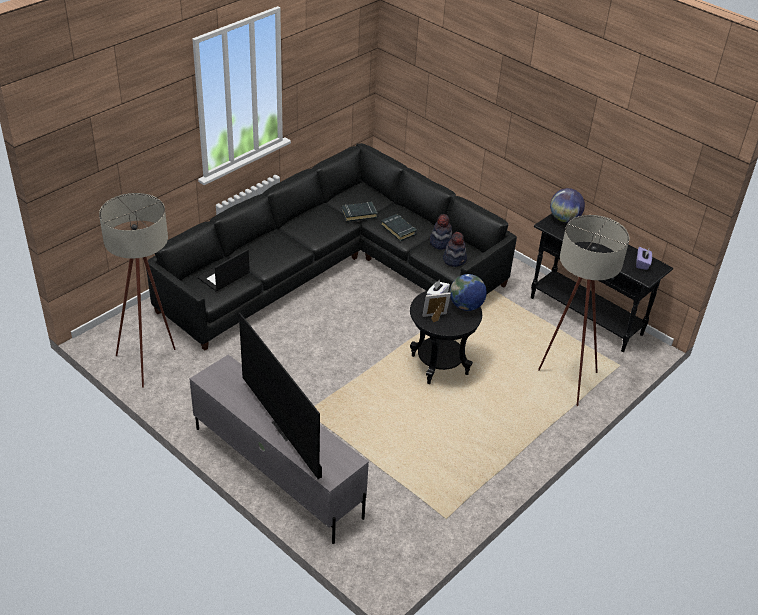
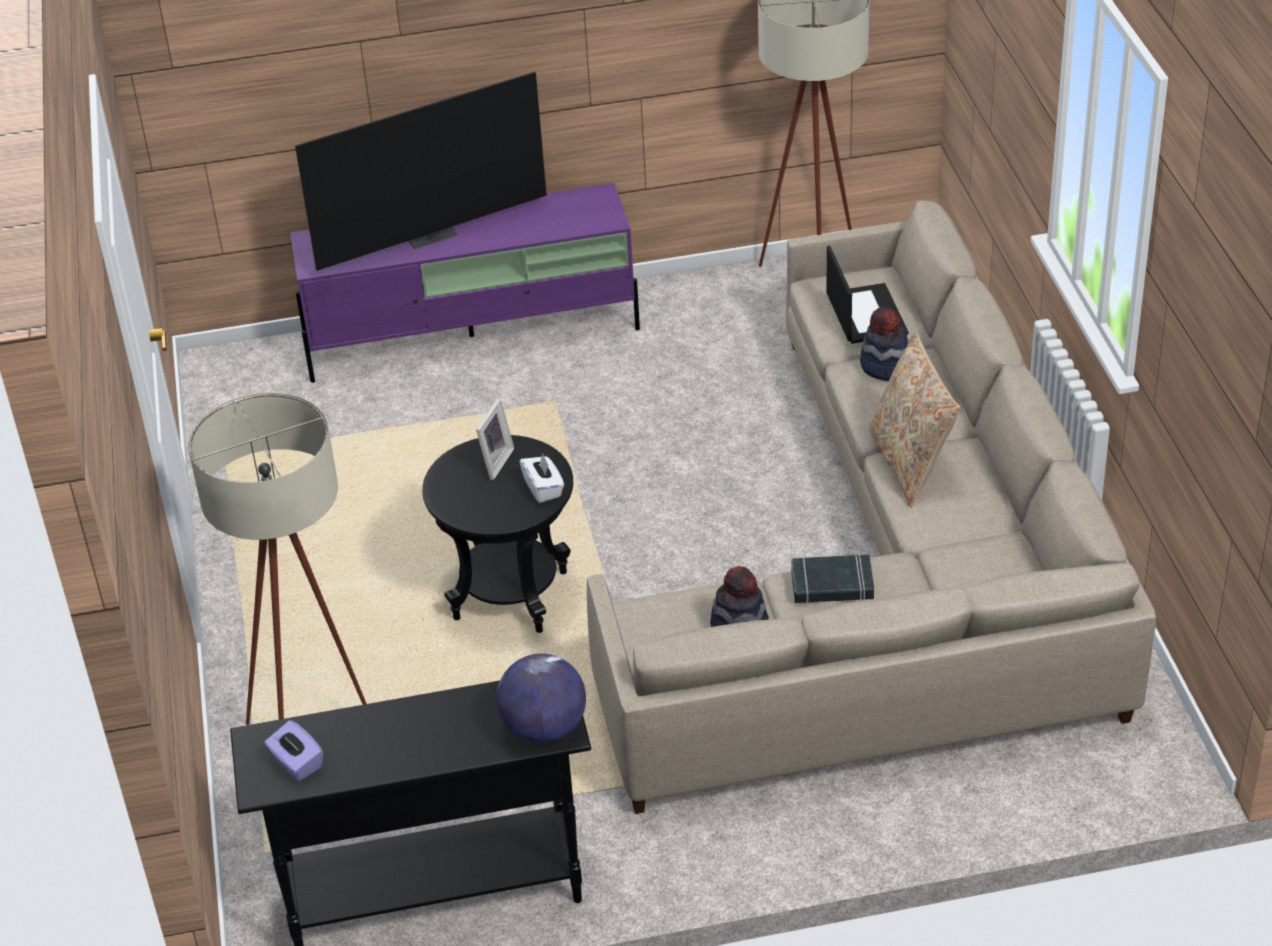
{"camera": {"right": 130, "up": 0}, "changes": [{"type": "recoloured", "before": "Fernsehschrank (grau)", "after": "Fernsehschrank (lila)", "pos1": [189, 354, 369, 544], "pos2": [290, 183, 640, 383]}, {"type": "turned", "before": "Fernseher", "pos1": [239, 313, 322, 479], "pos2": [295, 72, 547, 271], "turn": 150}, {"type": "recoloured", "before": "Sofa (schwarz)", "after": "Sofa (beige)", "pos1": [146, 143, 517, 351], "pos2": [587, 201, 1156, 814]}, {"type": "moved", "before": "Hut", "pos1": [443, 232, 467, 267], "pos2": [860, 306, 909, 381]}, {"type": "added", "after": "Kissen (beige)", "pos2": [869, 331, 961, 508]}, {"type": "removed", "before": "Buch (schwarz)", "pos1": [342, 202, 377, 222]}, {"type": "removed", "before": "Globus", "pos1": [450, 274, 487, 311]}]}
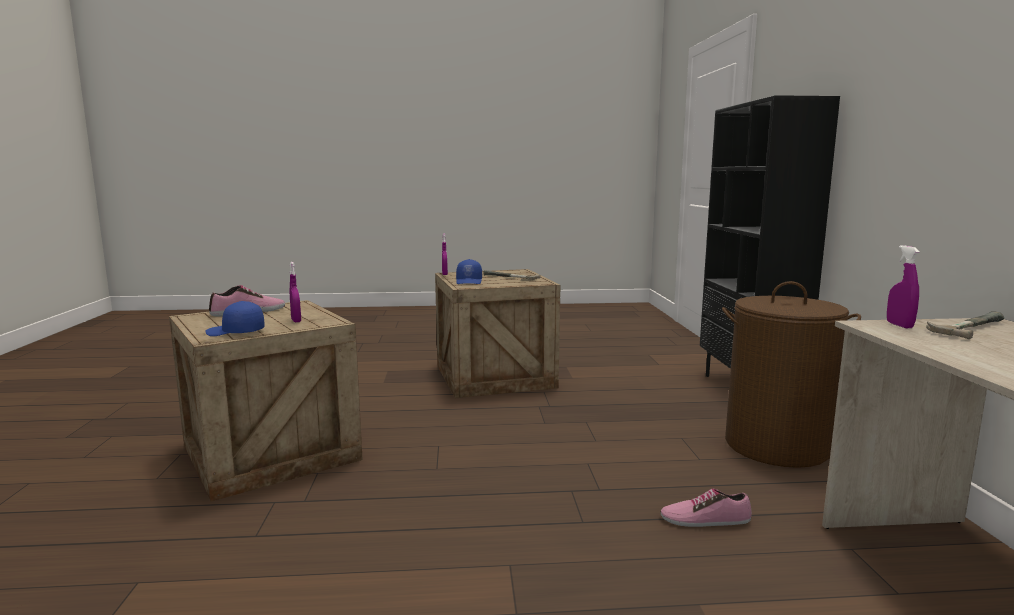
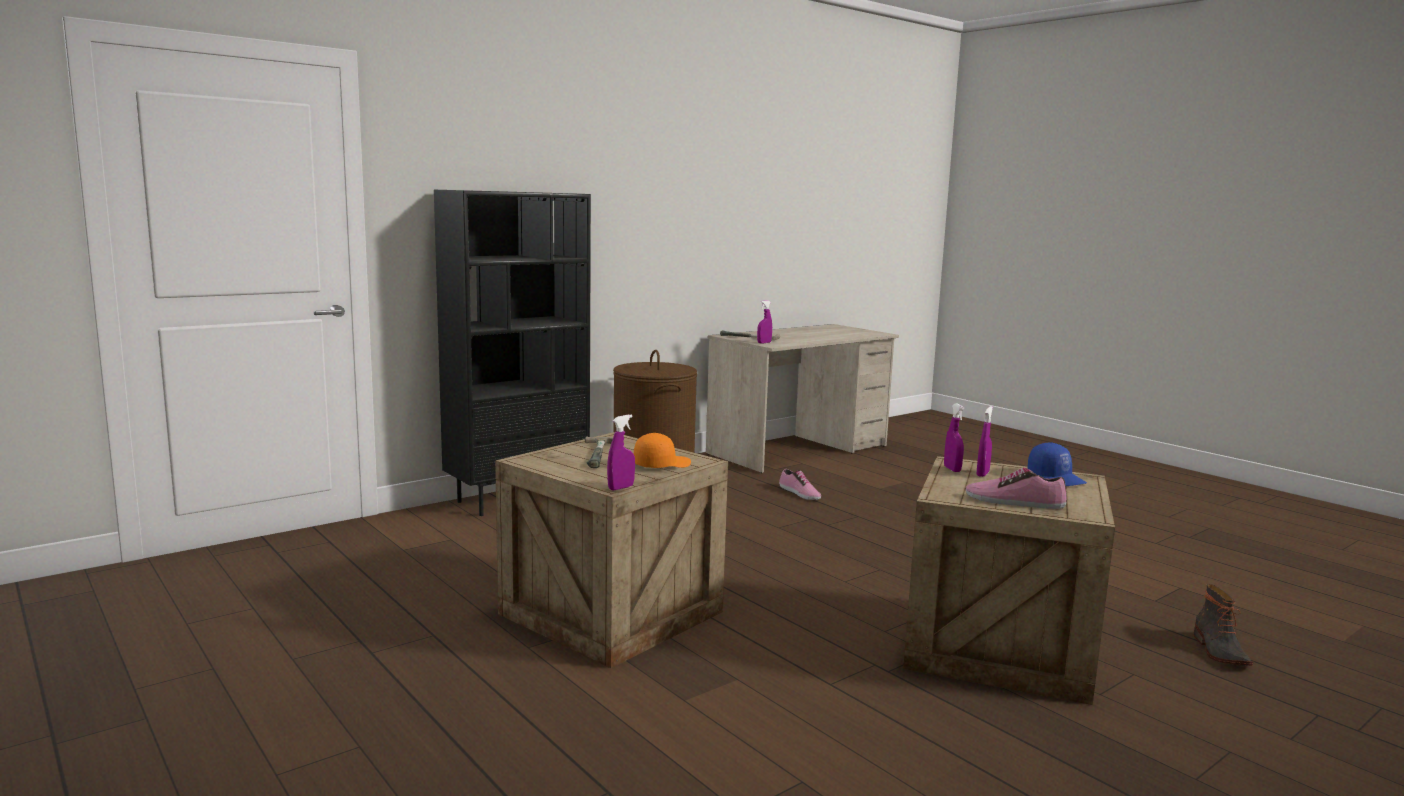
{"camera": {"right": -125, "up": 0}, "changes": [{"type": "recoloured", "before": "Kappe (blau)", "after": "Kappe (orange)", "pos1": [456, 259, 482, 284], "pos2": [634, 433, 691, 468]}, {"type": "added", "after": "Sprühflasche (lila)", "pos2": [944, 403, 964, 472]}, {"type": "added", "after": "Stiefel", "pos2": [1193, 584, 1253, 666]}]}
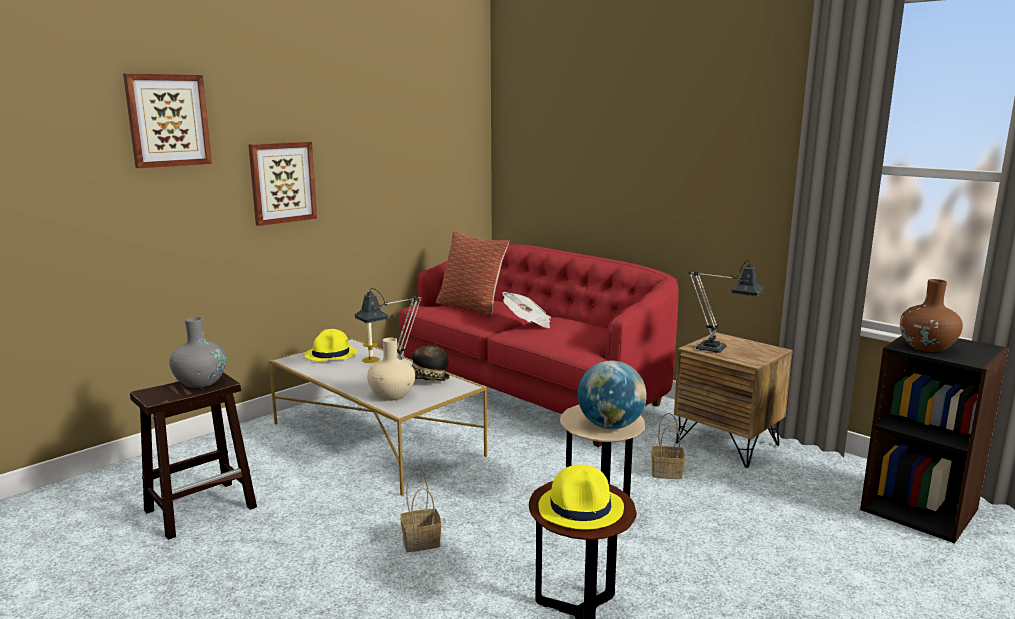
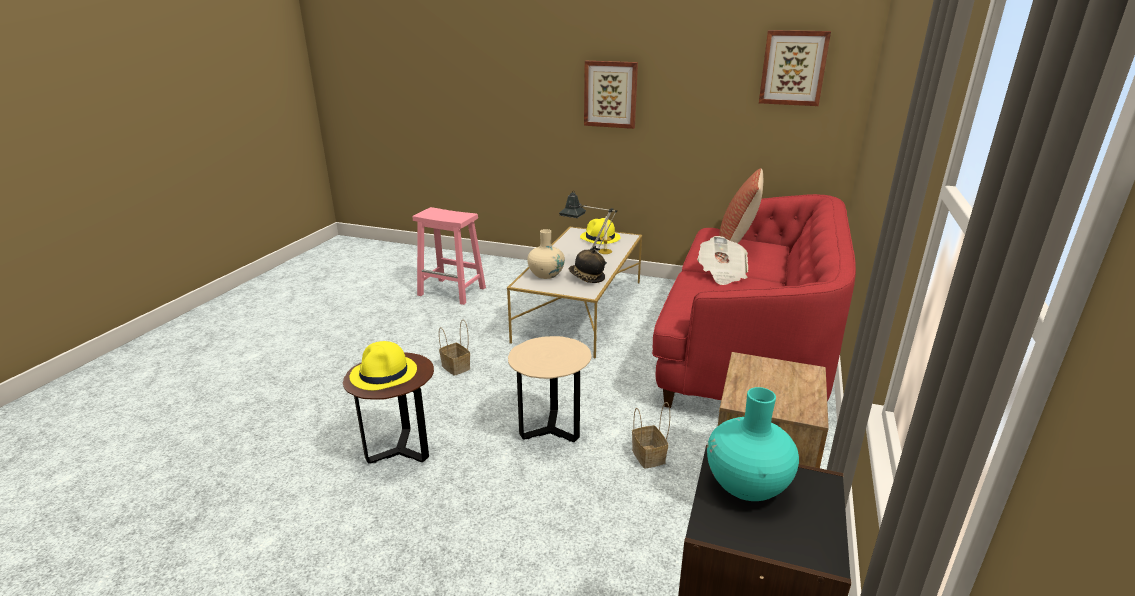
{"camera": {"right": 65, "up": 10}, "changes": [{"type": "recoloured", "before": "Hocker (braun)", "after": "Hocker (rosa)", "pos1": [130, 372, 257, 540], "pos2": [413, 207, 486, 305]}, {"type": "recoloured", "before": "Vase (braun)", "after": "Vase (türkis)", "pos1": [900, 279, 963, 352], "pos2": [707, 387, 799, 501]}, {"type": "moved", "before": "Bild", "pos1": [123, 73, 212, 168], "pos2": [759, 30, 831, 106]}, {"type": "removed", "before": "Vase (grau)", "pos1": [169, 317, 227, 388]}, {"type": "removed", "before": "Globus", "pos1": [578, 361, 647, 429]}, {"type": "removed", "before": "Tischlampe", "pos1": [689, 260, 764, 353]}]}
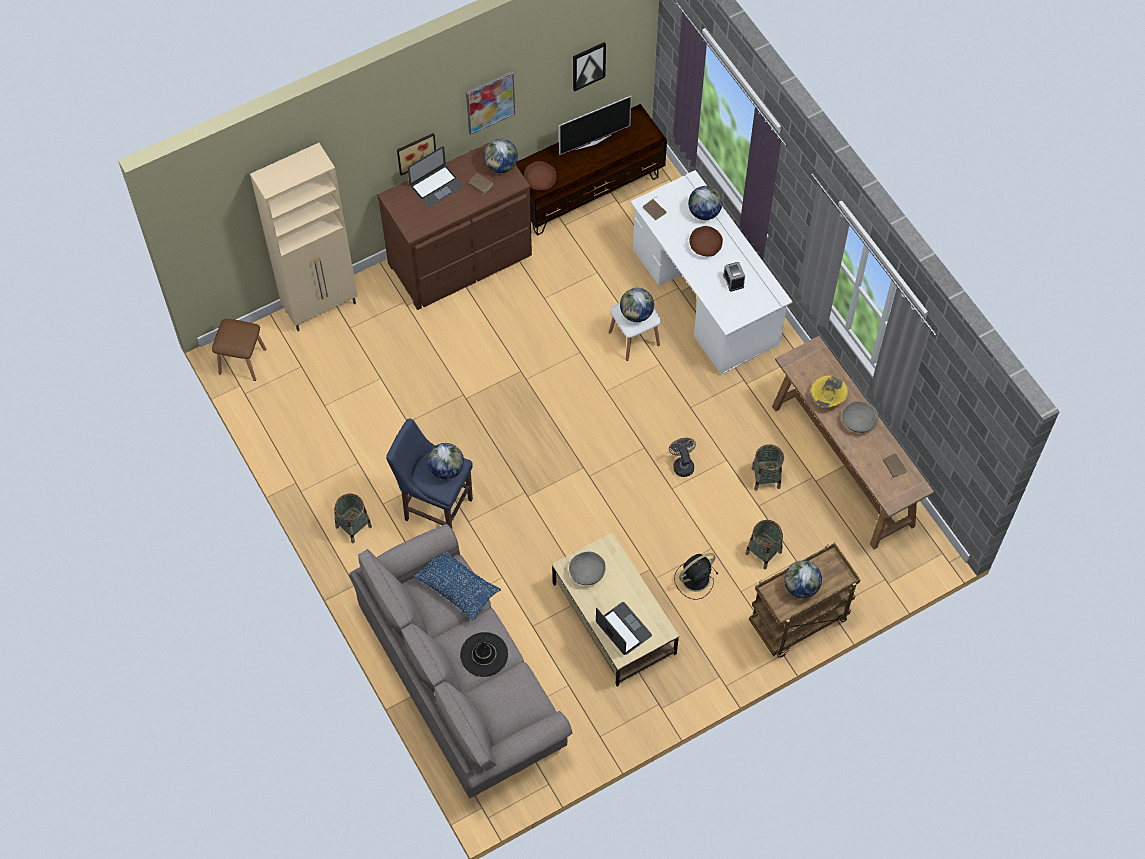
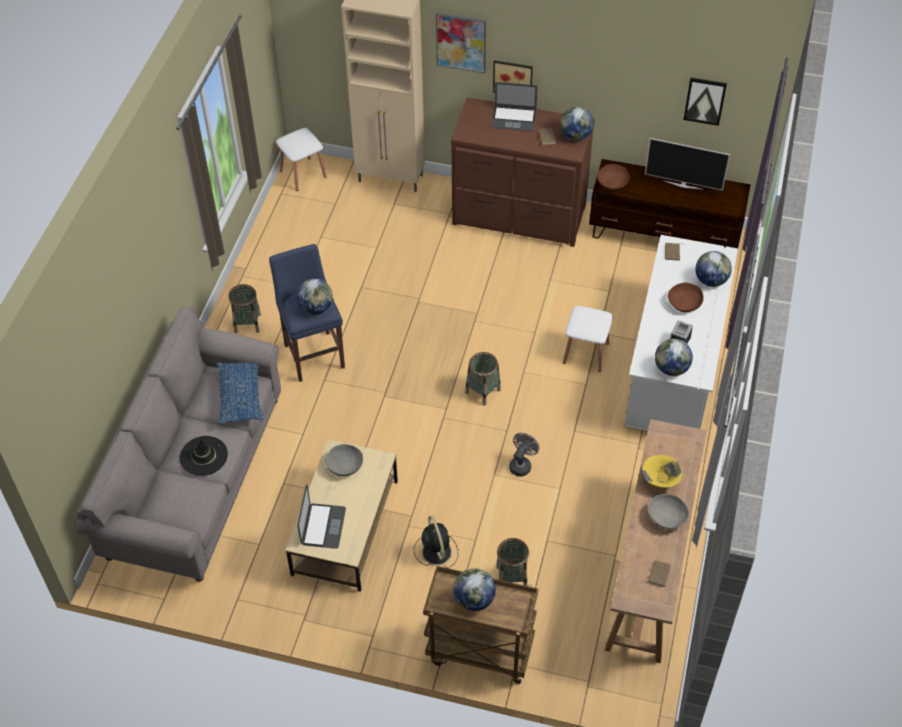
{"camera": {"right": 45, "up": -10}, "changes": [{"type": "recoloured", "before": "Hocker (braun)", "after": "Hocker (weiß)", "pos1": [212, 319, 266, 381], "pos2": [276, 128, 327, 191]}, {"type": "turned", "before": "Ventilator (schwarz)", "pos1": [674, 553, 718, 600], "pos2": [414, 516, 458, 568], "turn": 60}, {"type": "moved", "before": "Bild", "pos1": [466, 71, 515, 135], "pos2": [436, 12, 486, 73]}, {"type": "moved", "before": "Korb", "pos1": [751, 444, 784, 491], "pos2": [465, 352, 501, 406]}, {"type": "moved", "before": "Globus", "pos1": [620, 288, 654, 322], "pos2": [655, 339, 693, 376]}]}
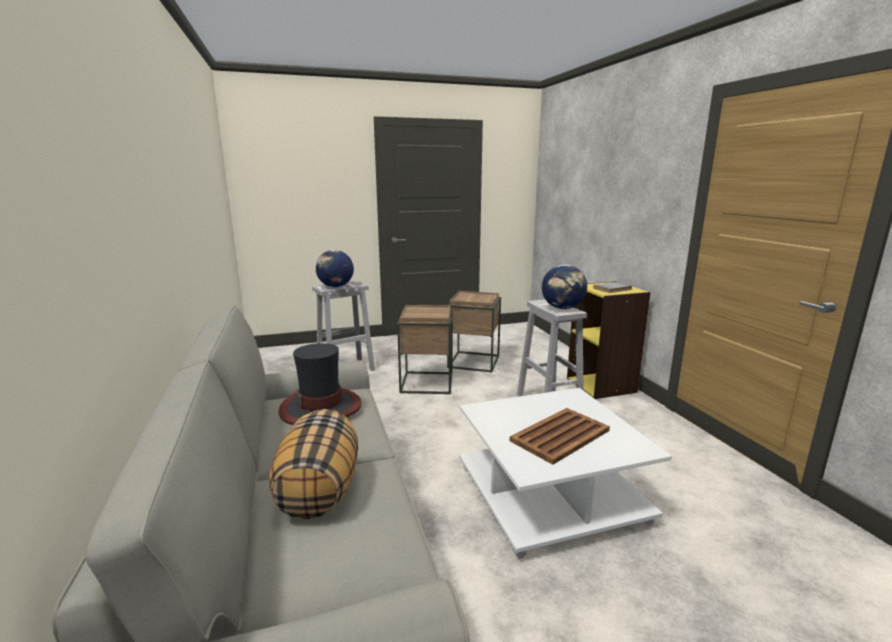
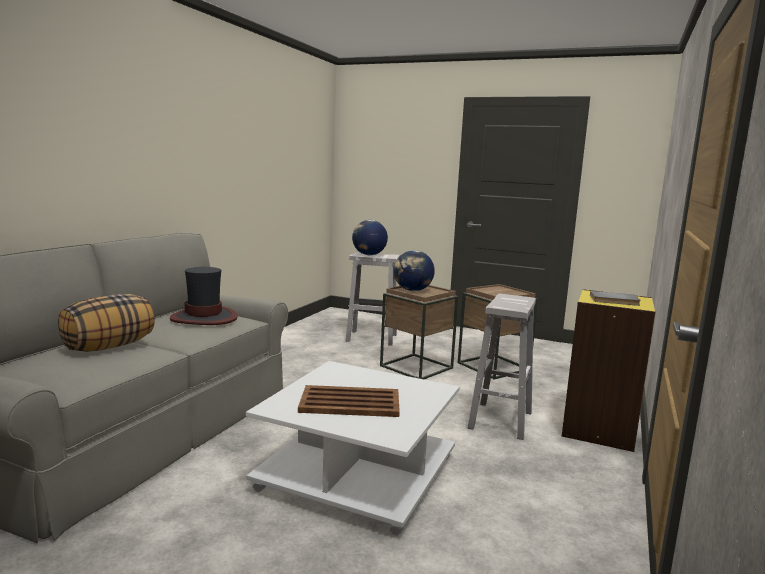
{"camera": {"right": 40, "up": -5}, "changes": [{"type": "moved", "before": "Globus", "pos1": [542, 265, 587, 309], "pos2": [394, 250, 435, 291]}]}
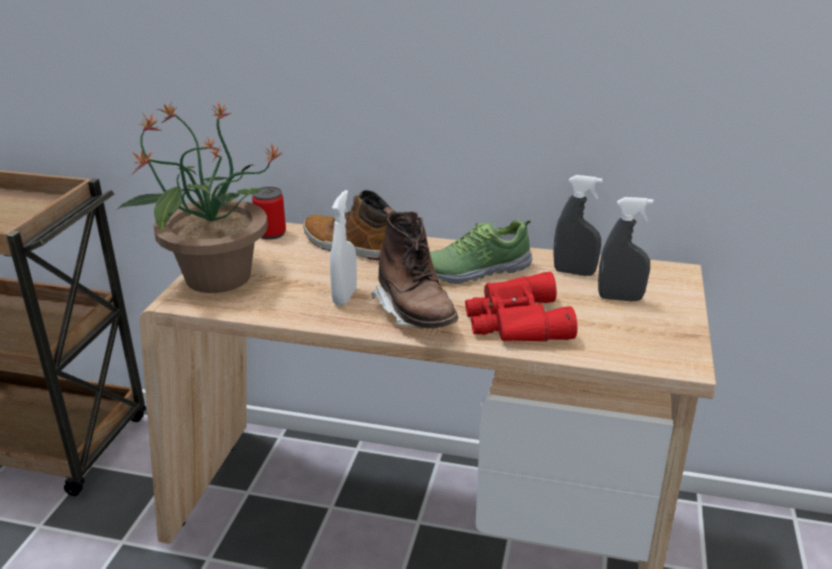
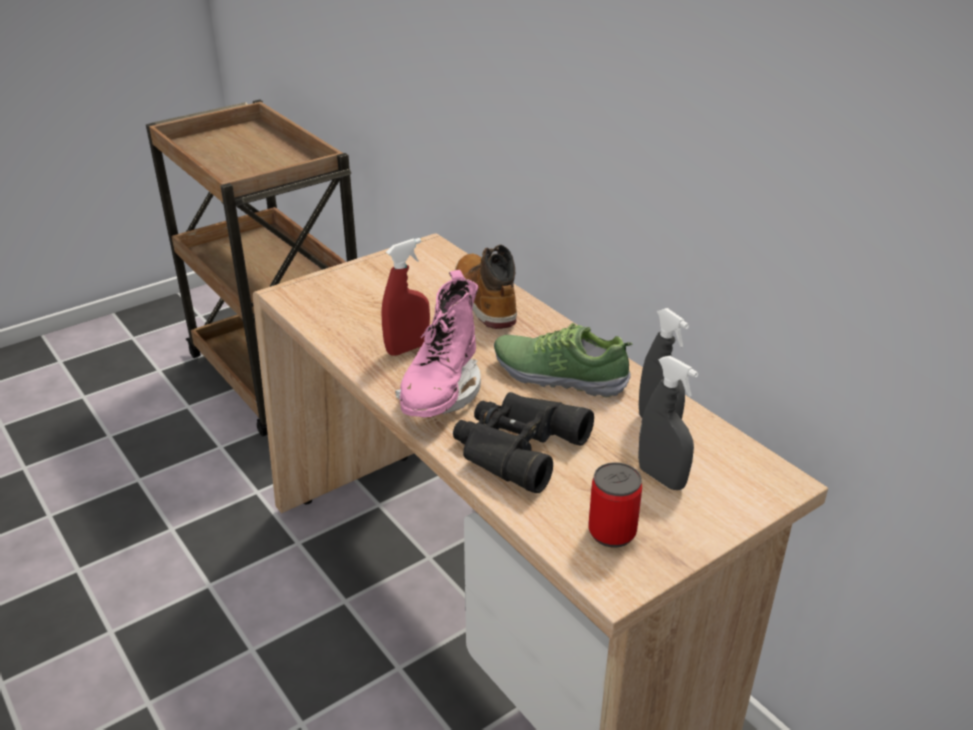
{"camera": {"right": 40, "up": 5}, "changes": [{"type": "recoloured", "before": "Sprühflasche (weiß)", "after": "Sprühflasche (rot)", "pos1": [330, 190, 357, 306], "pos2": [381, 238, 430, 356]}, {"type": "recoloured", "before": "Stiefel (braun)", "after": "Stiefel (rosa)", "pos1": [371, 207, 458, 329], "pos2": [395, 270, 481, 417]}, {"type": "recoloured", "before": "Fernglas (rot)", "after": "Fernglas (schwarz)", "pos1": [465, 272, 577, 341], "pos2": [453, 392, 594, 493]}, {"type": "moved", "before": "Dose", "pos1": [252, 187, 286, 240], "pos2": [589, 462, 642, 548]}, {"type": "removed", "before": "Topfpflanze", "pos1": [118, 102, 282, 293]}]}
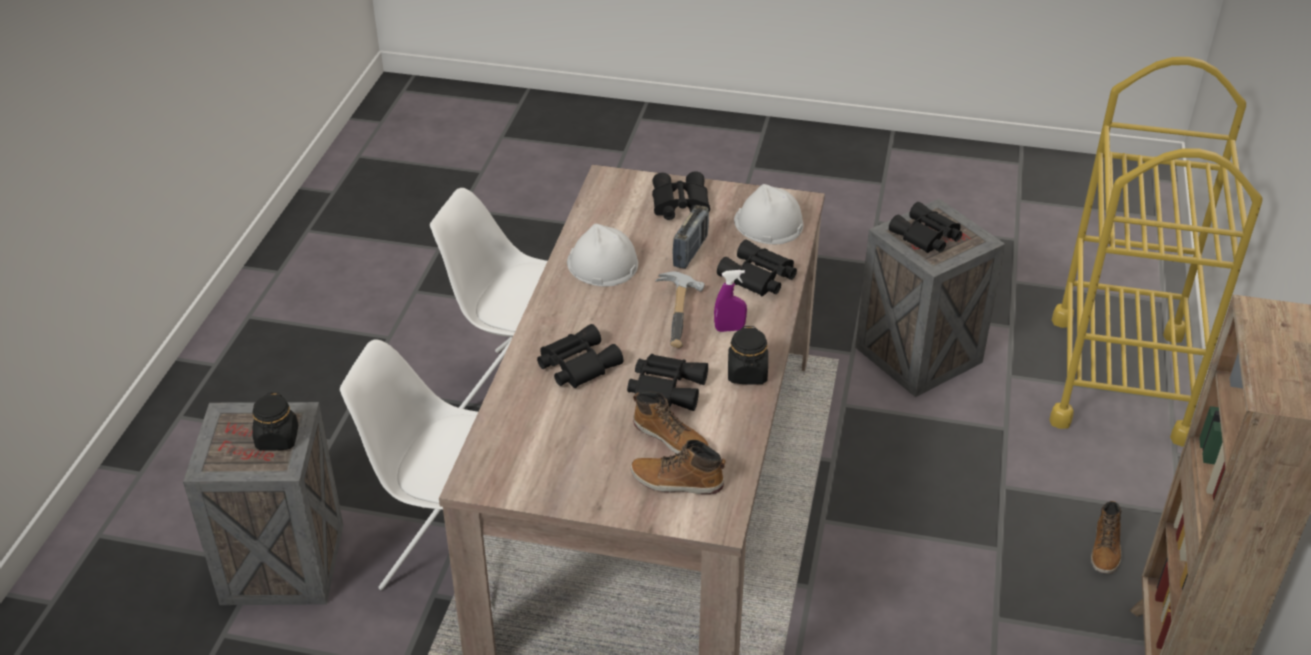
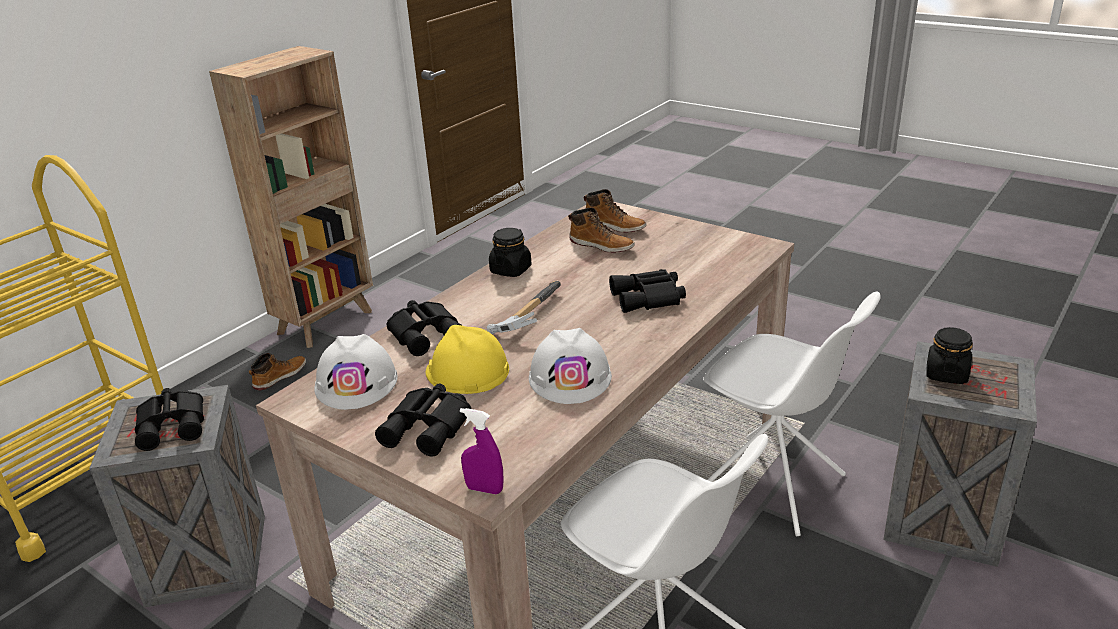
{"camera": {"right": -155, "up": -10}, "changes": [{"type": "replaced", "before": "Radio", "after": "Schutzhelm (gelb)", "pos1": [672, 205, 709, 269], "pos2": [426, 325, 509, 394]}, {"type": "moved", "before": "Sprühflasche (lila)", "pos1": [714, 270, 747, 332], "pos2": [460, 408, 504, 494]}, {"type": "turned", "before": "Stiefel", "pos1": [633, 391, 710, 454], "pos2": [568, 207, 635, 253], "turn": 150}, {"type": "removed", "before": "Fernglas (schwarz)", "pos1": [627, 354, 708, 411]}]}
